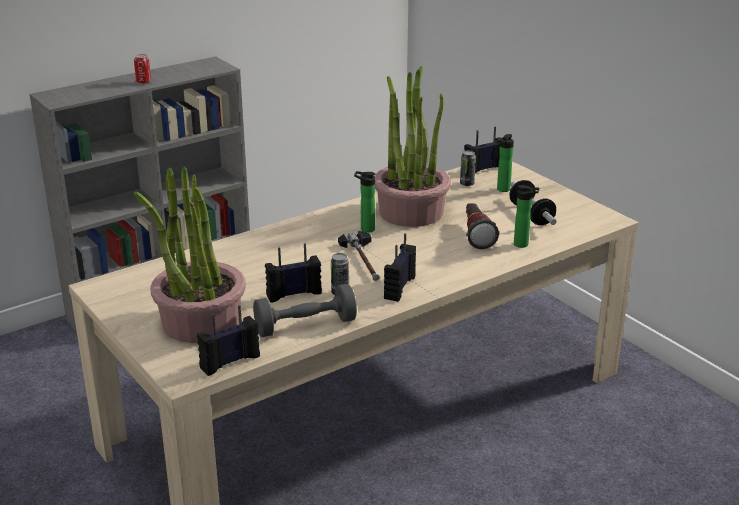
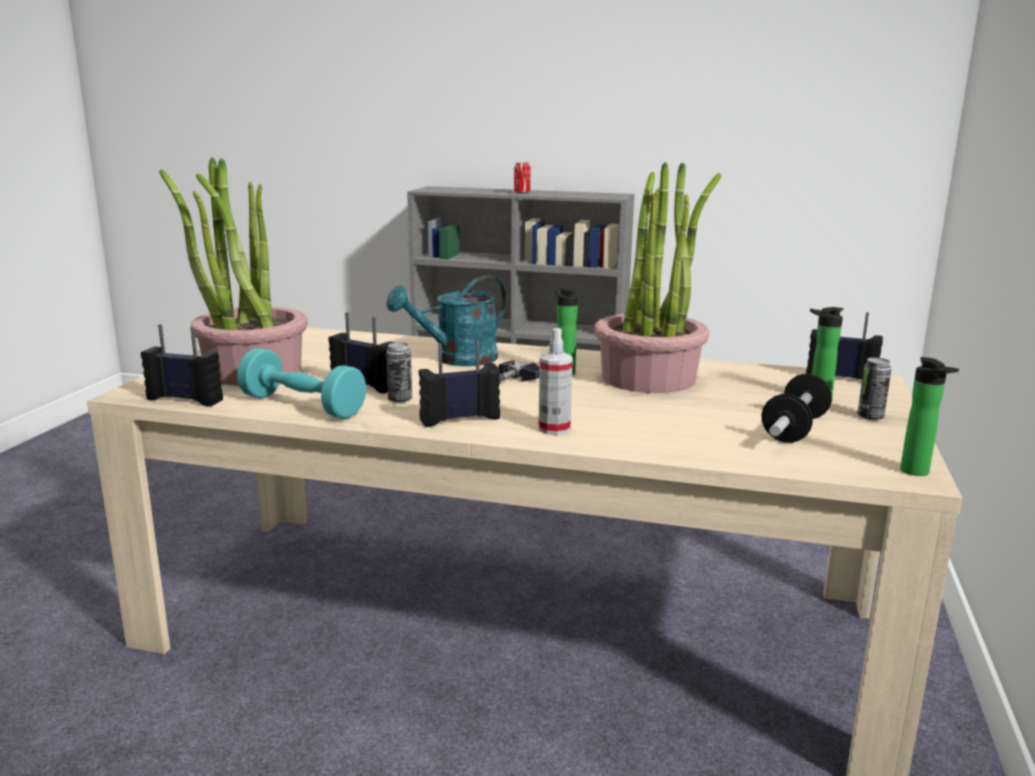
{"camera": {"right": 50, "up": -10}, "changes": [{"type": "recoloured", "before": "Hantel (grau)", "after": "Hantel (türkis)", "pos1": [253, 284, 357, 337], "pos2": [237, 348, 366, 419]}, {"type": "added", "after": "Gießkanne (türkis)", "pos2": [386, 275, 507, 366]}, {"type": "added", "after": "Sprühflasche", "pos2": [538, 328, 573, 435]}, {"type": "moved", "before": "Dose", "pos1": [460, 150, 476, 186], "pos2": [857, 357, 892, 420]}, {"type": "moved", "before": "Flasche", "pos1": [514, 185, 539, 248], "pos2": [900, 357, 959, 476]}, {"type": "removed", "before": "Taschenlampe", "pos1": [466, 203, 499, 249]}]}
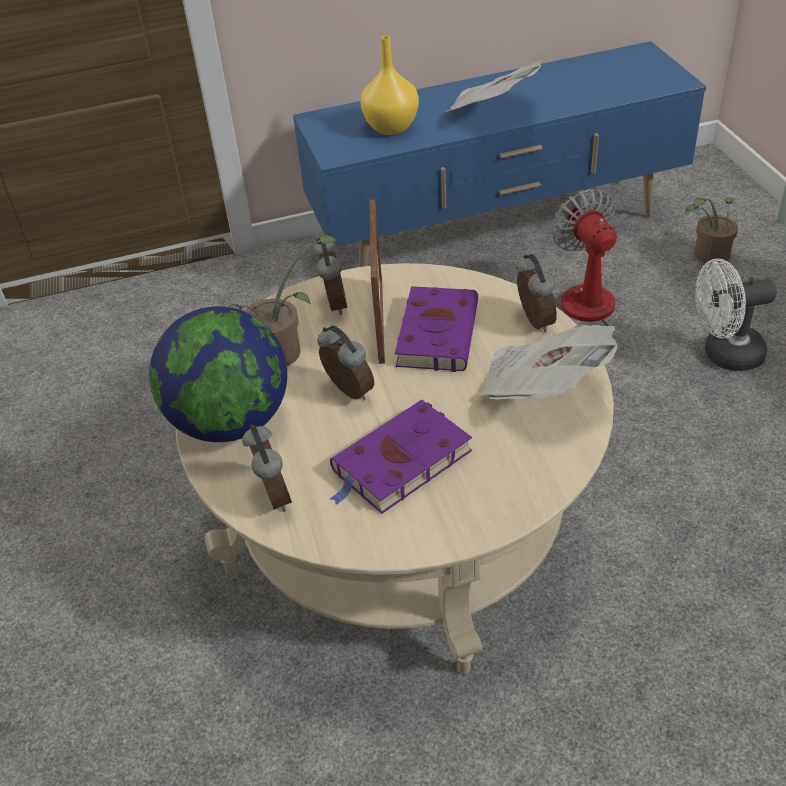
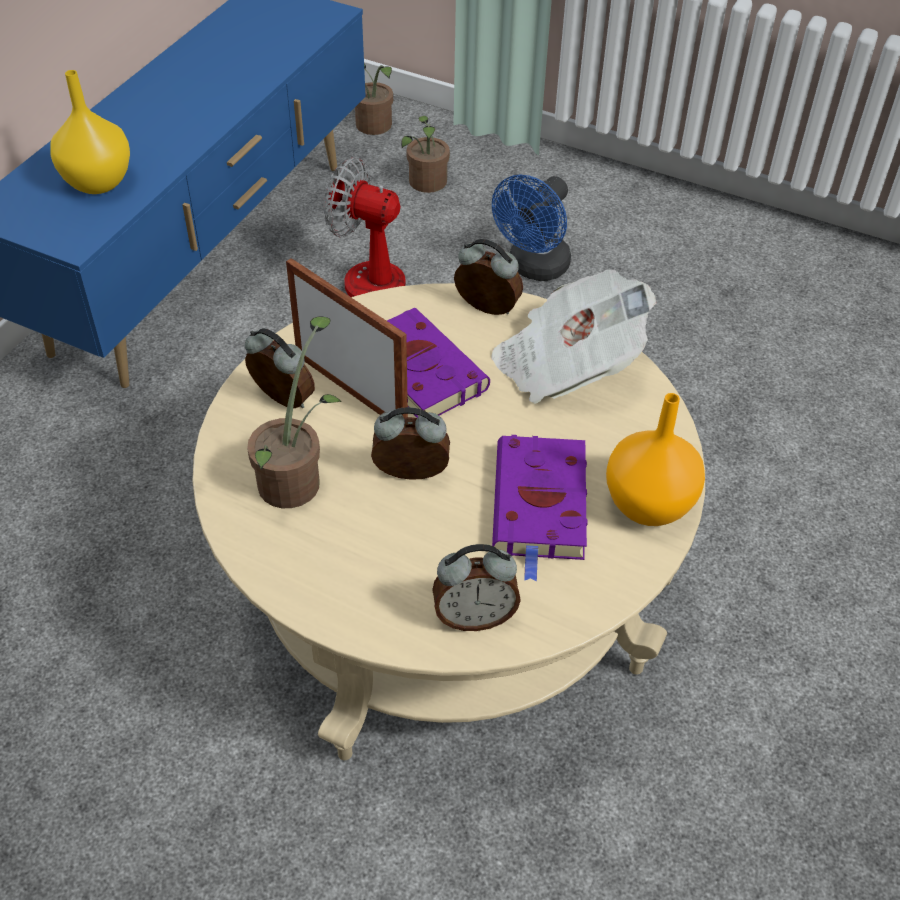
{"camera": {"right": -50, "up": 5}, "changes": [{"type": "added", "after": "Topfpflanze", "pos2": [355, 64, 393, 135]}, {"type": "turned", "before": "Wecker", "pos1": [242, 425, 292, 512], "pos2": [432, 544, 521, 631], "turn": 150}, {"type": "recoloured", "before": "Ventilator (weiß)", "after": "Ventilator (blau)", "pos1": [695, 259, 777, 371], "pos2": [492, 175, 571, 281]}, {"type": "added", "after": "Vase (orange)", "pos2": [606, 393, 705, 526]}, {"type": "removed", "before": "Globus", "pos1": [149, 306, 287, 442]}, {"type": "removed", "before": "Zeitung", "pos1": [446, 60, 542, 112]}]}
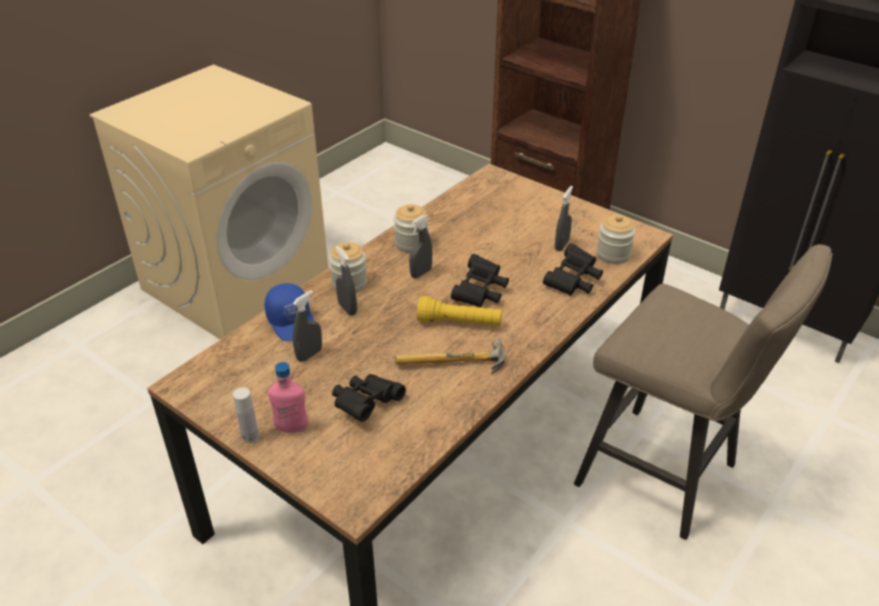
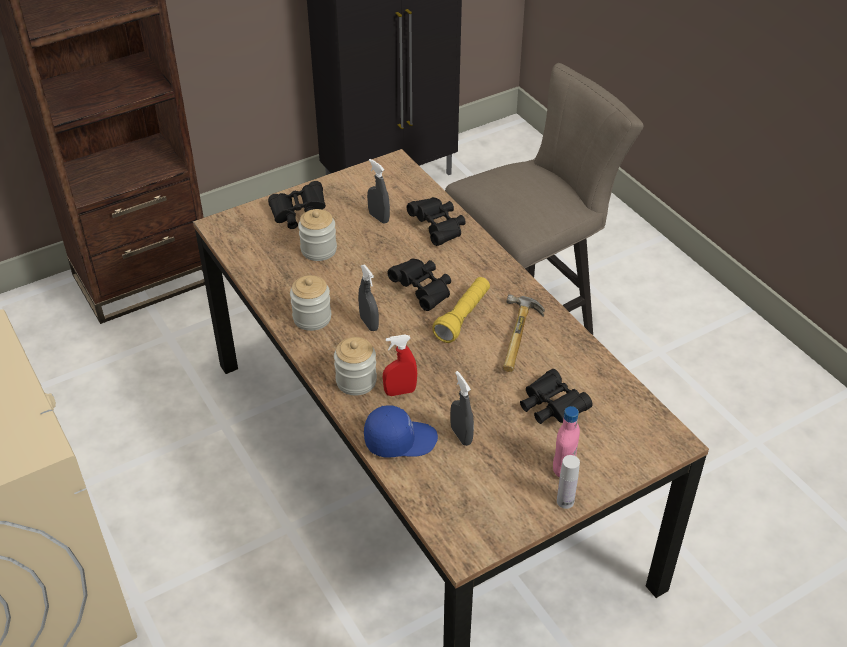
{"camera": {"right": -70, "up": 5}, "changes": [{"type": "added", "after": "Fernglas (schwarz)", "pos2": [268, 181, 326, 229]}, {"type": "moved", "before": "Vorratsglas", "pos1": [597, 215, 635, 264], "pos2": [298, 209, 337, 261]}, {"type": "recoloured", "before": "Sprühflasche (grau)", "after": "Sprühflasche (rot)", "pos1": [336, 246, 357, 316], "pos2": [383, 334, 417, 396]}]}
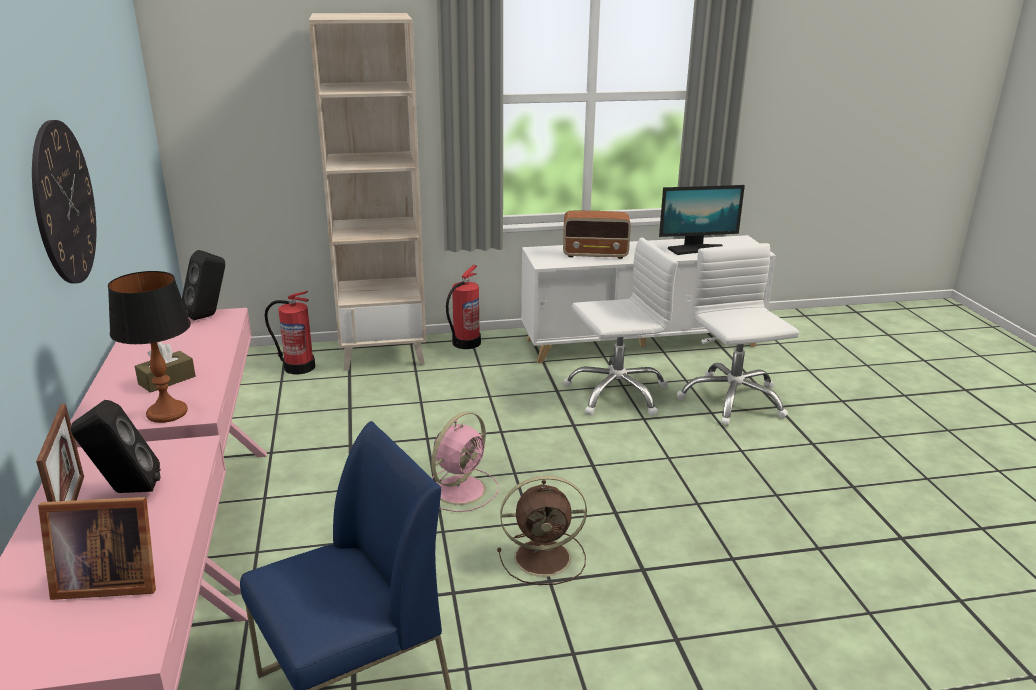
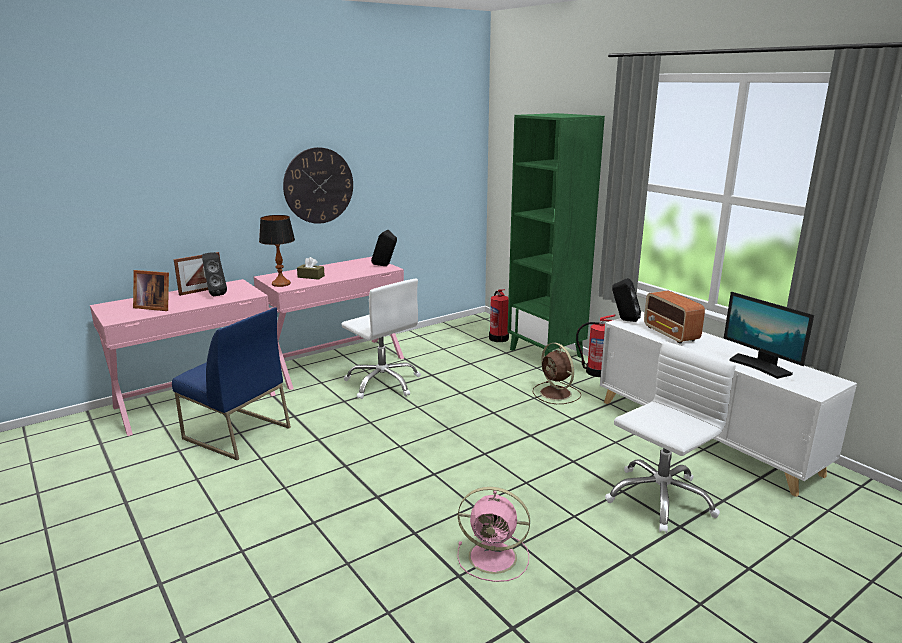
{"camera": {"right": 65, "up": -5}, "changes": [{"type": "turned", "before": "Bilderrahmen", "pos1": [38, 497, 156, 600], "pos2": [133, 270, 169, 311], "turn": -45}, {"type": "moved", "before": "Bürostuhl (weiß)", "pos1": [563, 238, 678, 416], "pos2": [341, 279, 421, 399]}, {"type": "moved", "before": "Ventilator (rosa)", "pos1": [431, 412, 498, 512], "pos2": [457, 487, 530, 582]}, {"type": "recoloured", "before": "Bücherregal (beige)", "after": "Bücherregal (grün)", "pos1": [309, 13, 426, 371], "pos2": [507, 113, 605, 358]}, {"type": "moved", "before": "Ventilator (braun)", "pos1": [497, 476, 587, 585], "pos2": [533, 343, 581, 404]}, {"type": "added", "after": "Lautsprecher (schwarz)", "pos2": [612, 278, 641, 322]}]}
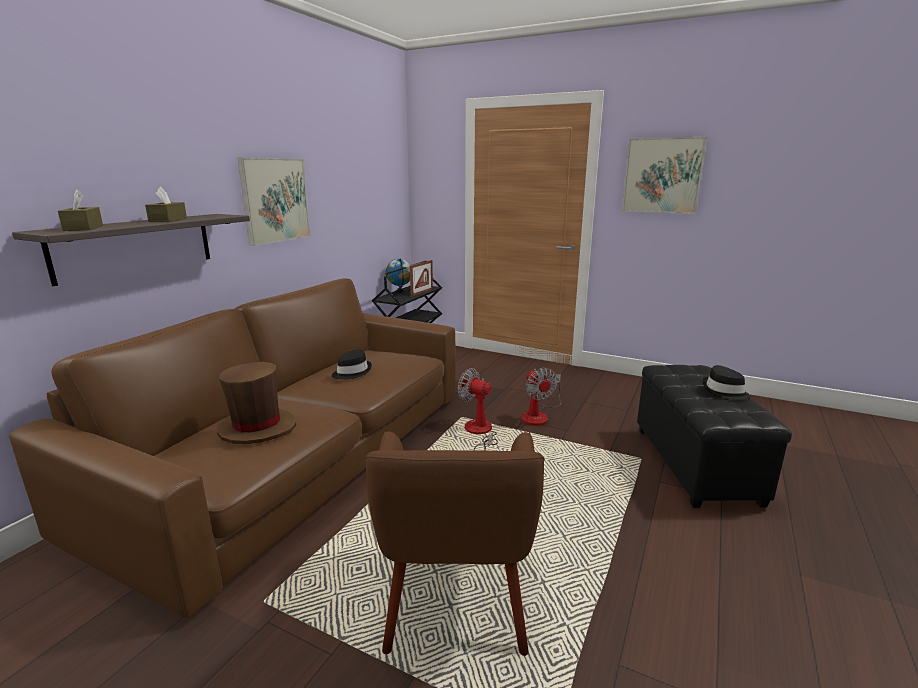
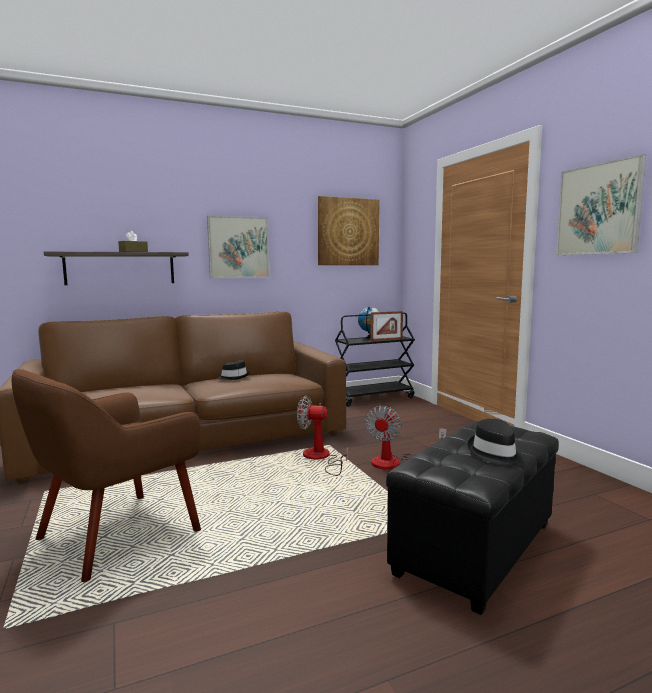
{"camera": {"right": 40, "up": -10}, "changes": [{"type": "turned", "before": "Ventilator", "pos1": [458, 368, 498, 451], "pos2": [297, 396, 348, 476], "turn": -60}, {"type": "added", "after": "Bild", "pos2": [318, 196, 380, 265]}, {"type": "removed", "before": "Taschentuchbox (braun)", "pos1": [58, 190, 103, 231]}, {"type": "removed", "before": "Hut (braun)", "pos1": [217, 362, 296, 444]}]}
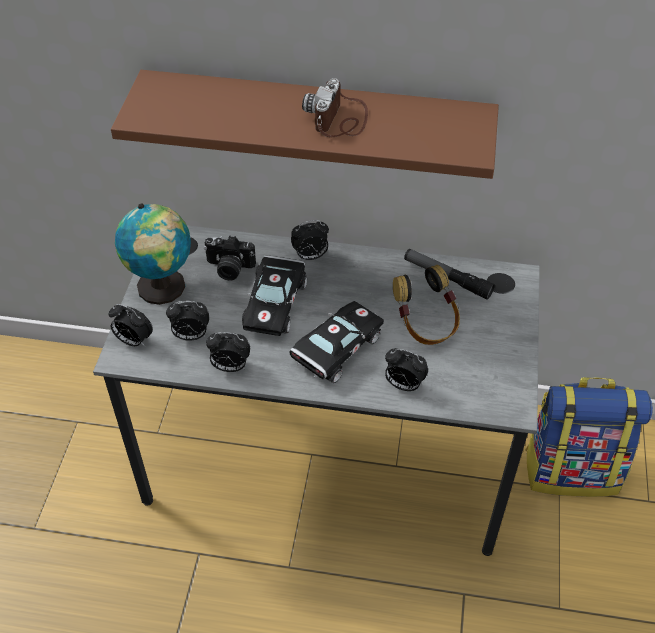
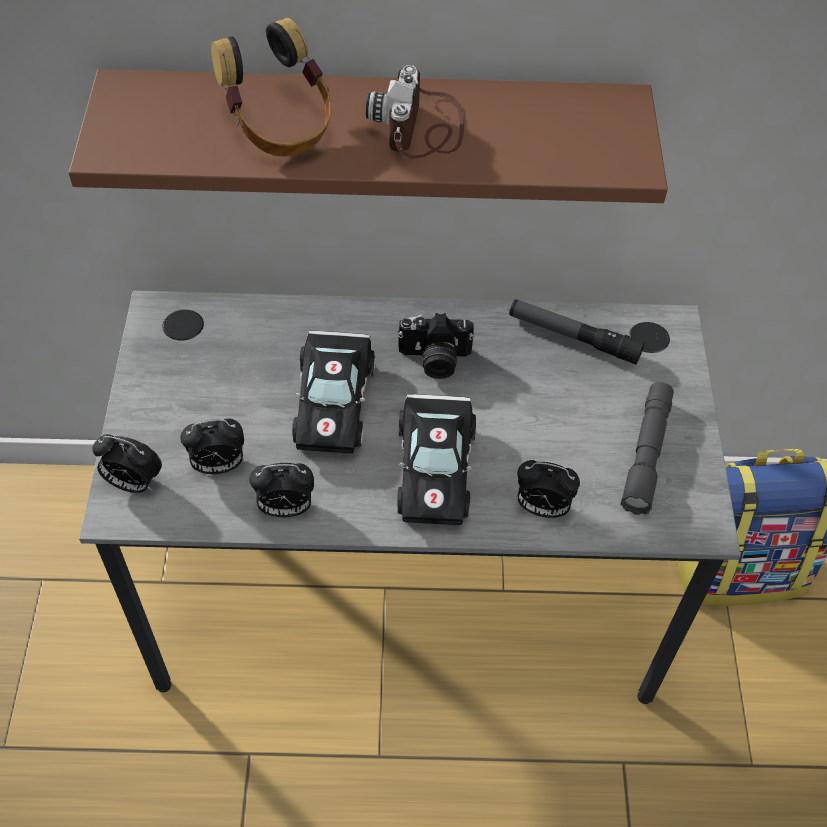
{"camera": {"right": -10, "up": 5}, "changes": [{"type": "moved", "before": "Kopfhörer", "pos1": [393, 265, 460, 345], "pos2": [211, 18, 331, 157]}, {"type": "turned", "before": "Spielzeugauto (schwarz)", "pos1": [289, 301, 384, 383], "pos2": [397, 394, 476, 525], "turn": 150}, {"type": "moved", "before": "Kamera", "pos1": [204, 236, 256, 281], "pos2": [398, 313, 474, 379]}, {"type": "added", "after": "Taschenlampe (grau)", "pos2": [621, 382, 674, 515]}, {"type": "removed", "before": "Globus", "pos1": [115, 203, 191, 305]}, {"type": "removed", "before": "Wecker", "pos1": [291, 220, 329, 260]}]}
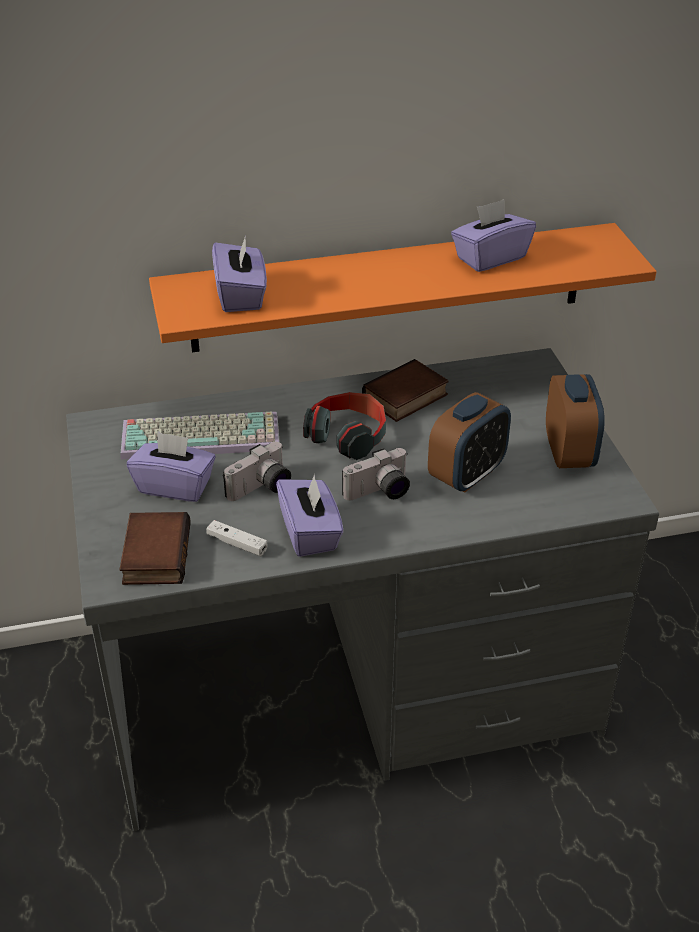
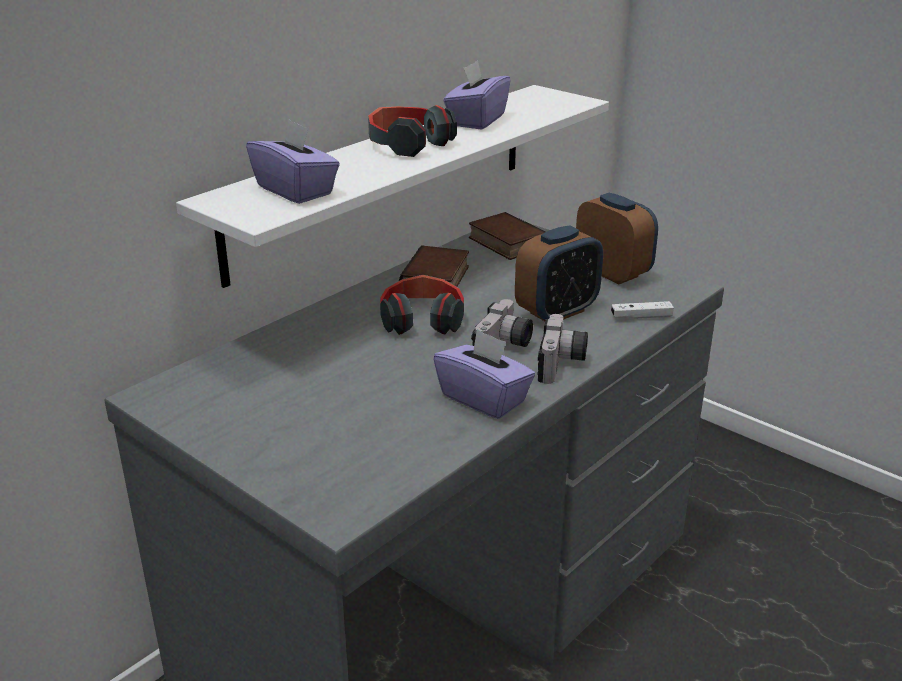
{"camera": {"right": -35, "up": -10}, "changes": [{"type": "recoloured", "before": "Wandregal (orange)", "after": "Wandregal (weiß)", "pos1": [149, 223, 657, 352], "pos2": [176, 85, 609, 288]}, {"type": "added", "after": "Kopfhörer", "pos2": [368, 105, 457, 157]}, {"type": "moved", "before": "Buch", "pos1": [120, 512, 191, 585], "pos2": [469, 212, 546, 260]}, {"type": "turned", "before": "Wecker", "pos1": [428, 392, 511, 493], "pos2": [515, 225, 603, 321], "turn": 45}, {"type": "moved", "before": "Kamera", "pos1": [223, 442, 291, 501], "pos2": [537, 314, 588, 384]}, {"type": "moved", "before": "Gamepad (weiß)", "pos1": [206, 520, 267, 556], "pos2": [611, 301, 674, 319]}, {"type": "removed", "before": "Tastatur", "pos1": [121, 412, 280, 459]}, {"type": "removed", "before": "Taschentuchbox (lila)", "pos1": [127, 431, 216, 502]}]}
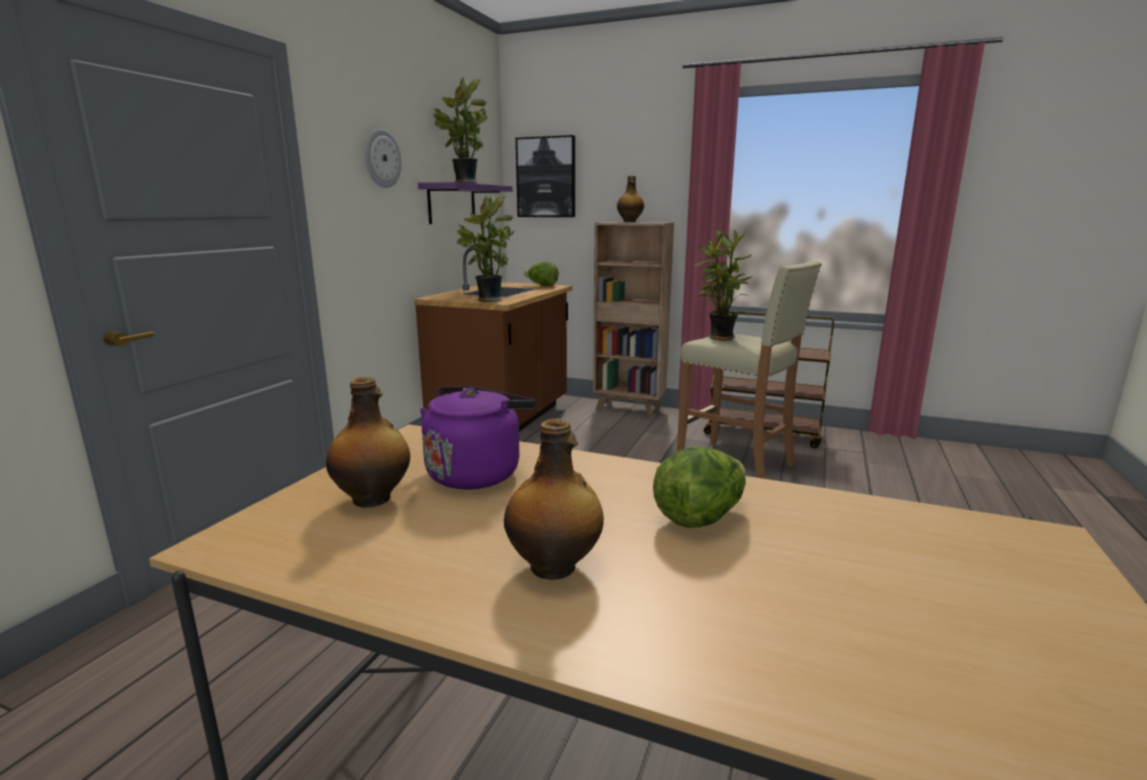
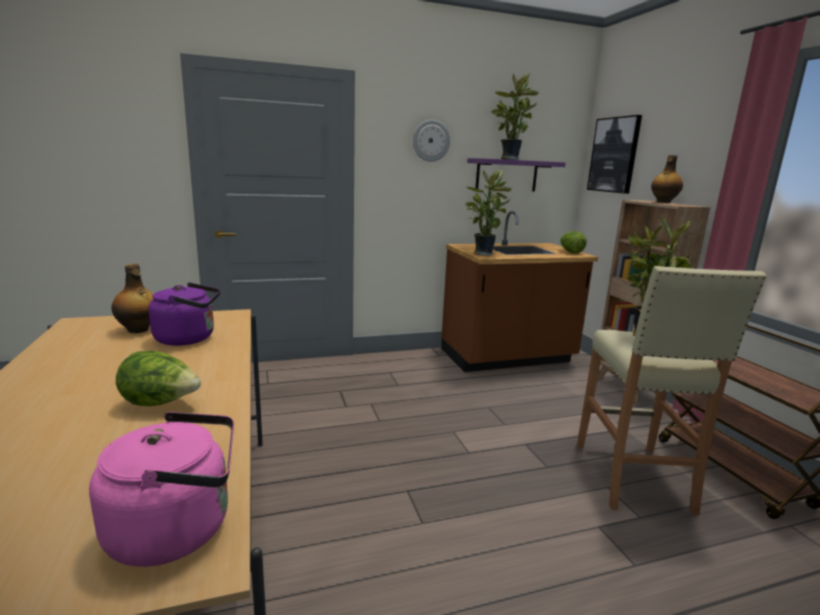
{"camera": {"right": 50, "up": 0}, "changes": [{"type": "added", "after": "Wasserkessel (rosa)", "pos2": [89, 412, 234, 567]}, {"type": "removed", "before": "Flasche", "pos1": [504, 419, 604, 580]}]}
